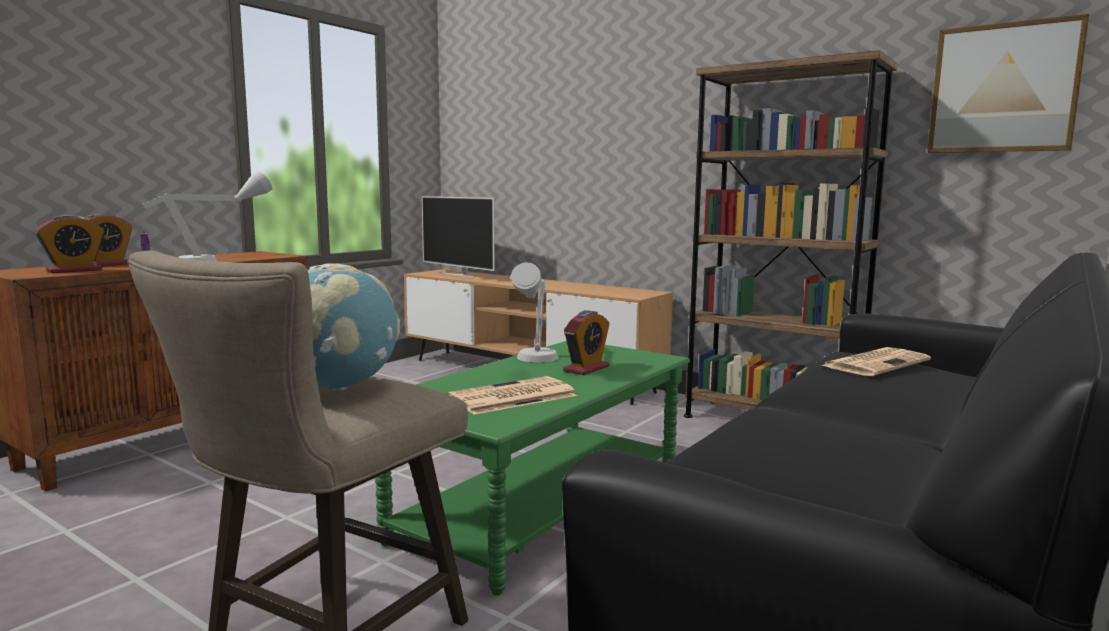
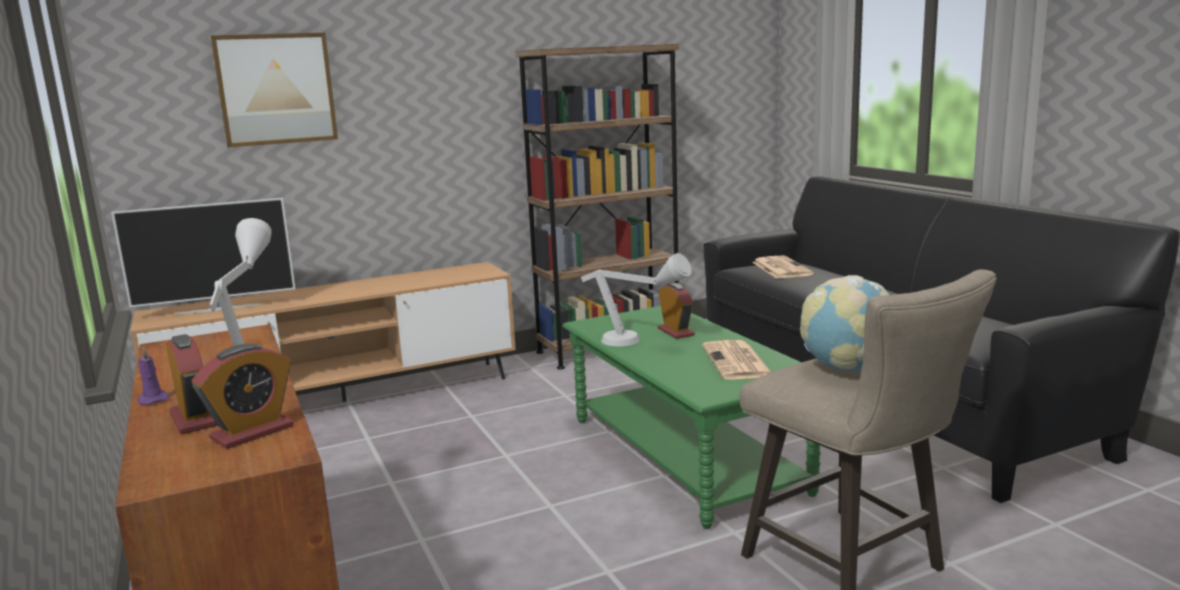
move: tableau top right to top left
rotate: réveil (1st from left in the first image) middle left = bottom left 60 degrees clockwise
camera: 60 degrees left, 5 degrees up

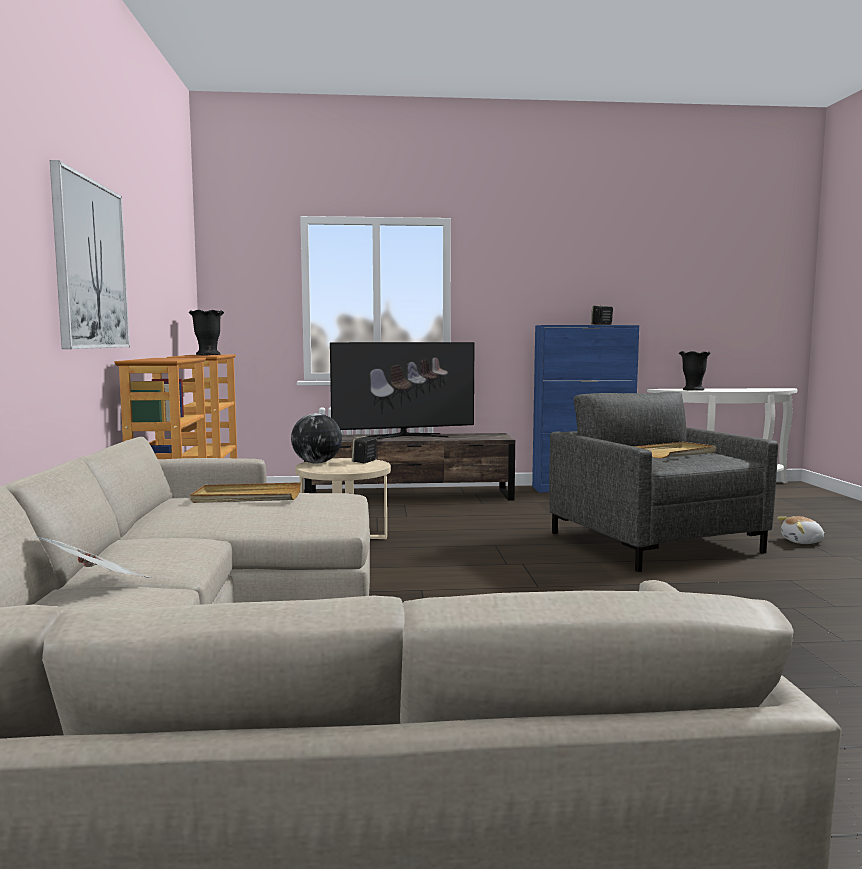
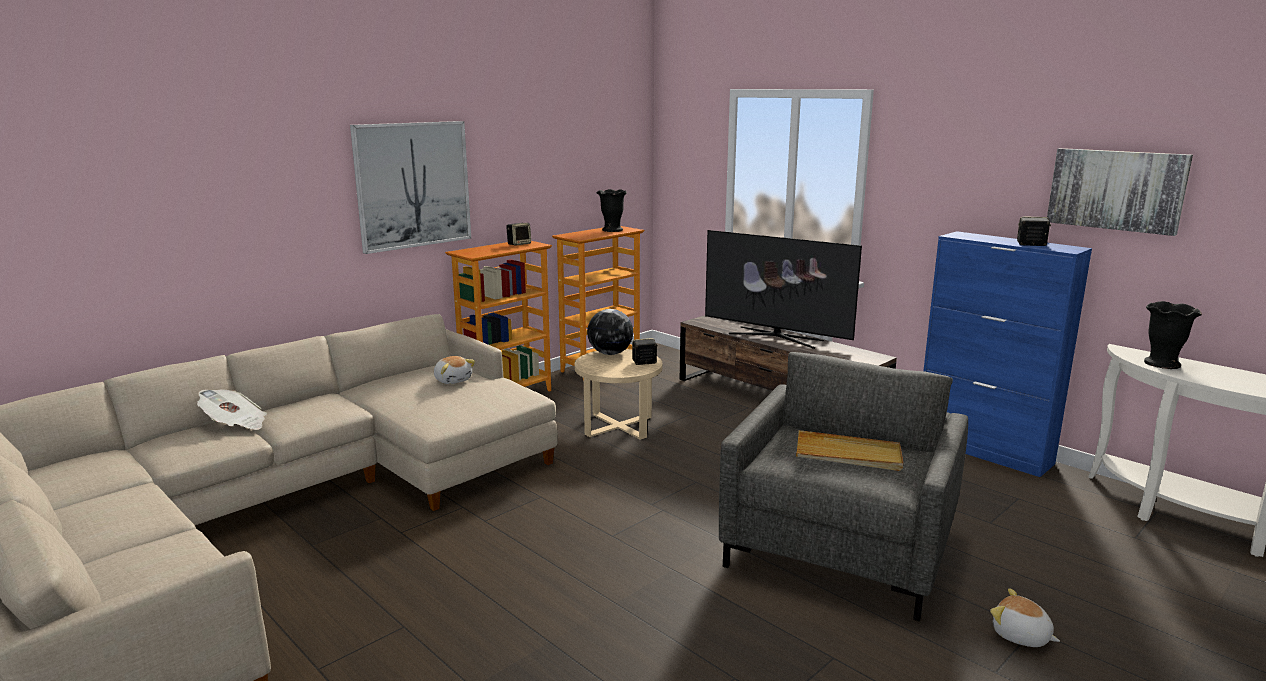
insert: enceinte (1st from left) centre; tableau (2nd from left) top right
replace: plateau/beige (1st from left) middle left to peluche (1st from left) centre
camera: 50 degrees right, 10 degrees up

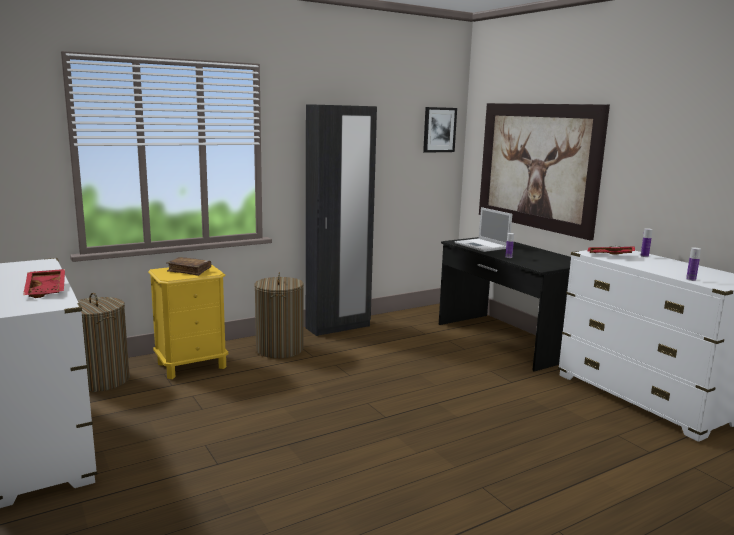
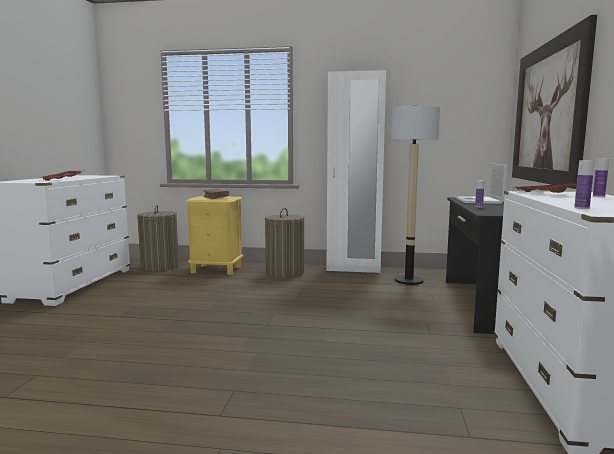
delete: tableau (1st from left) top centre
insert: lampadaire middle right
recolor: armoire/noir centre to armoire/blanc centre
camera: 40 degrees right, 5 degrees down

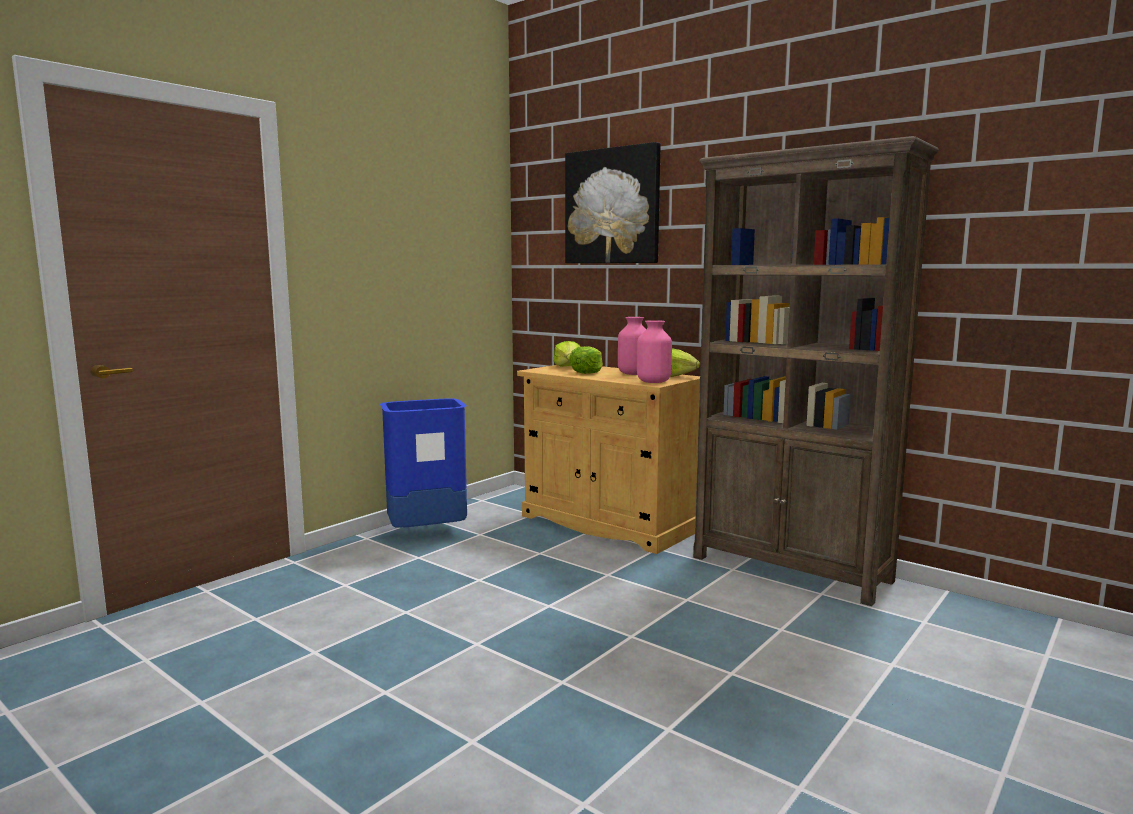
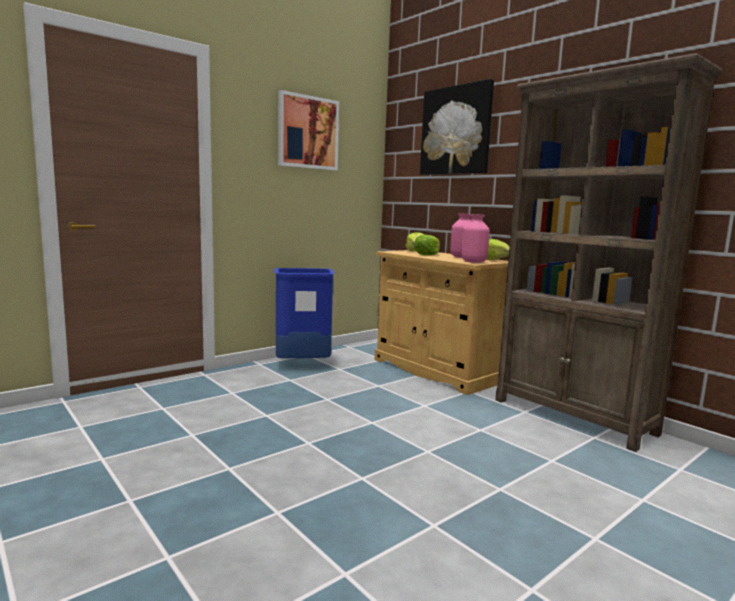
insert: tableau (1st from left) top centre
camera: 10 degrees right, 0 degrees up

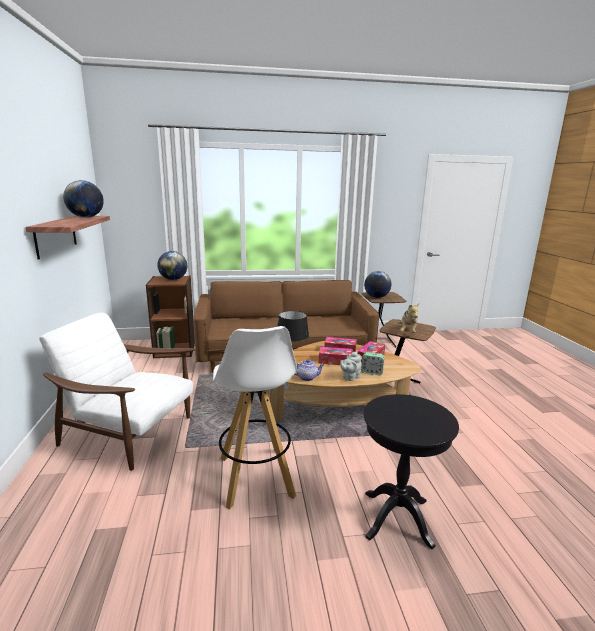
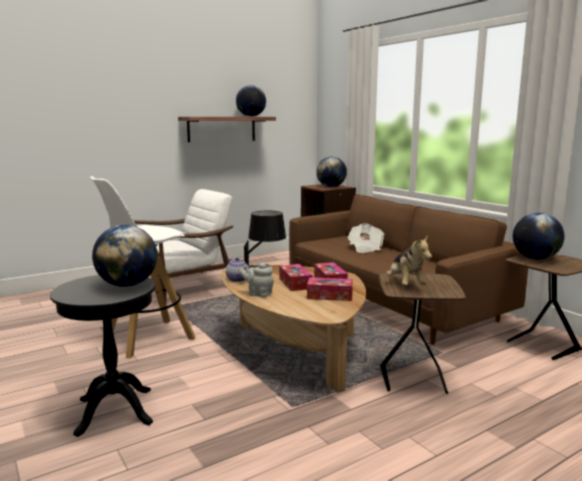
delete: réveil centre
insert: globe (1st from left) middle left; journal centre
rotate: fauteuil/blanc middle left = middle left 60 degrees clockwise; peluche middle right = middle right 90 degrees counterclockwise
camera: 65 degrees right, 5 degrees down

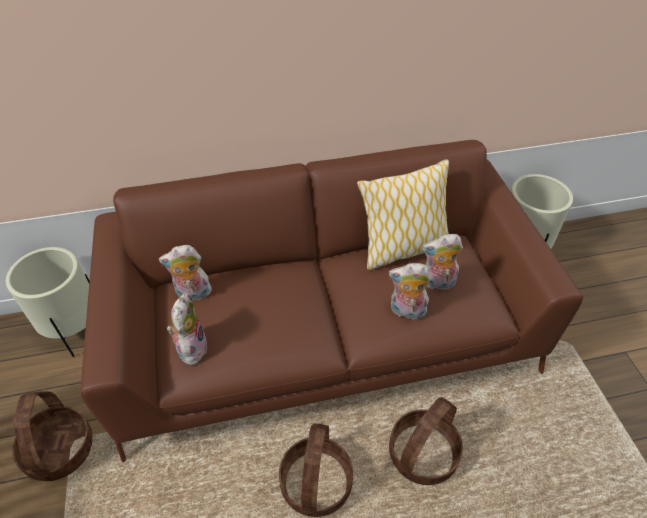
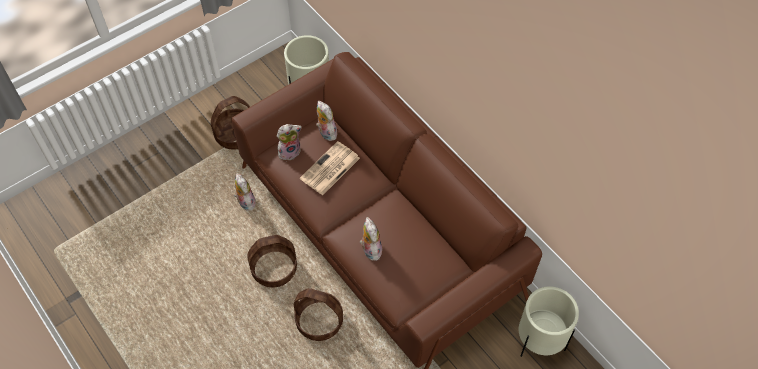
delete: coussin centre
insert: journal centre
move: peluche (4th from left in the first image) middle right to peluche (1st from left) middle left
camera: 65 degrees right, 10 degrees up

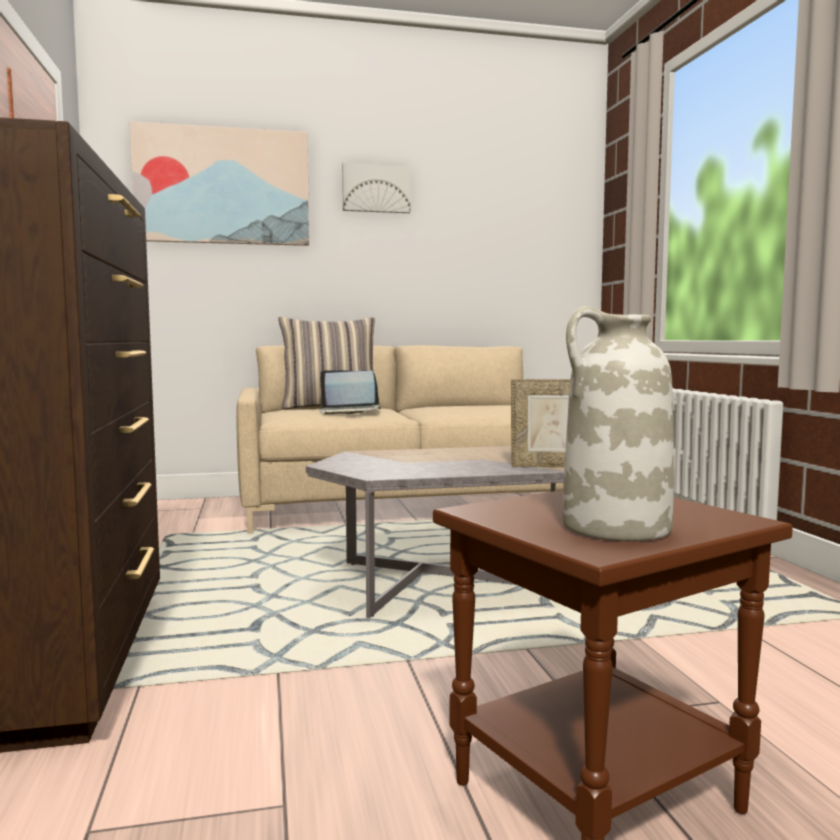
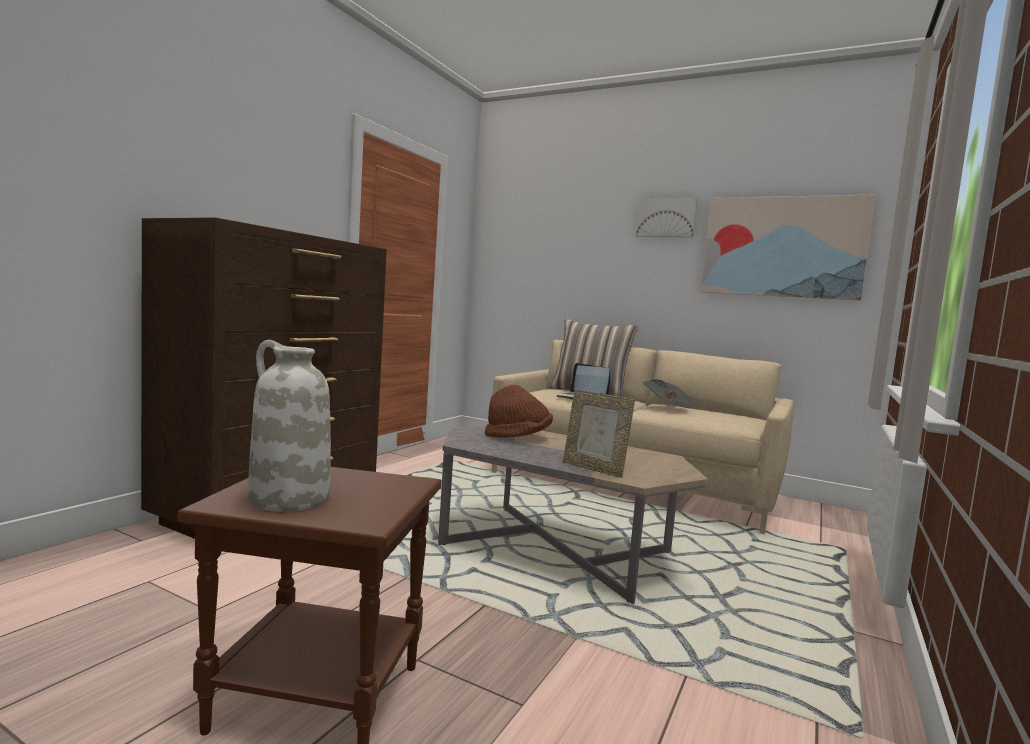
insert: chapeau/marron centre; journal centre
move: tableau (1st from left in the first image) top left to tableau (2nd from left) middle right
camera: 40 degrees right, 0 degrees up

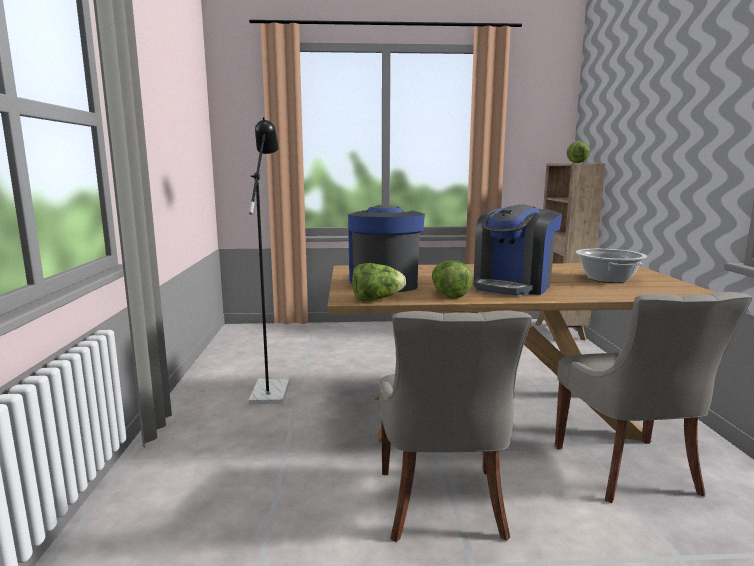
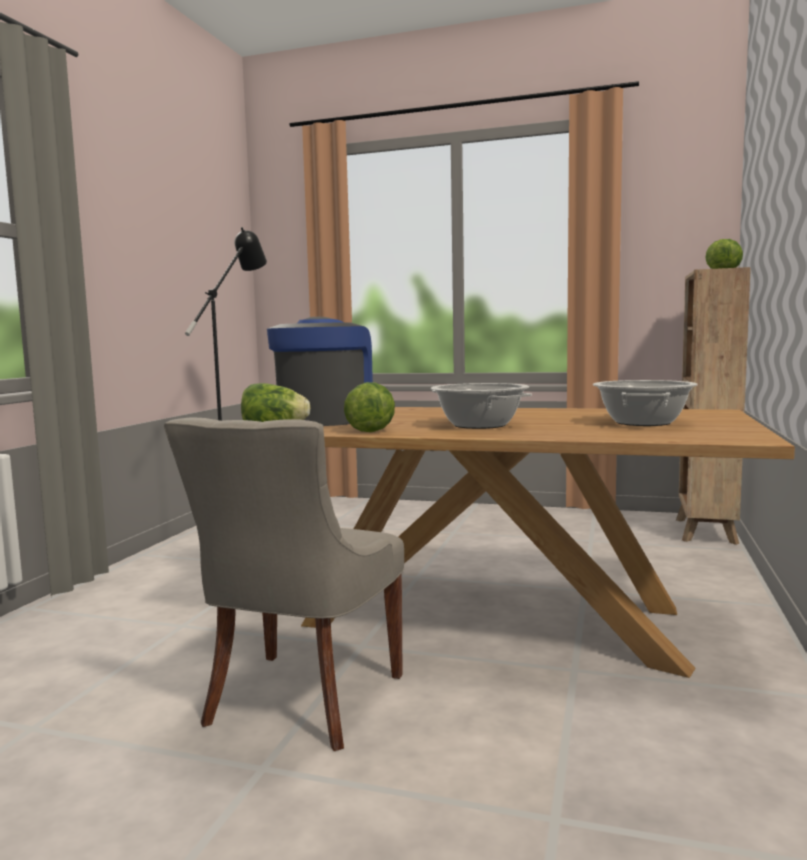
delete: chaise/gris (2nd from left) bottom right
replace: machine à café (2nd from left) middle right to marmite (1st from left) centre
camera: 20 degrees right, 5 degrees down

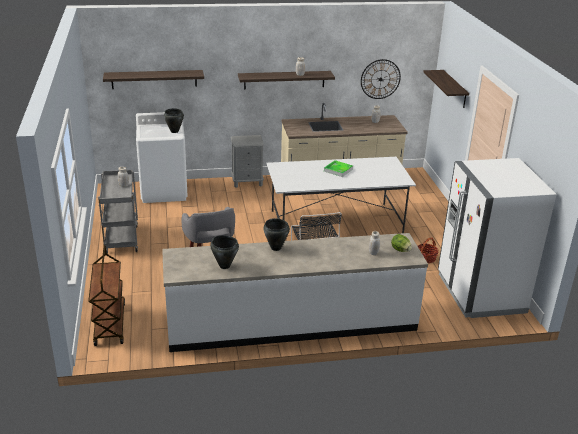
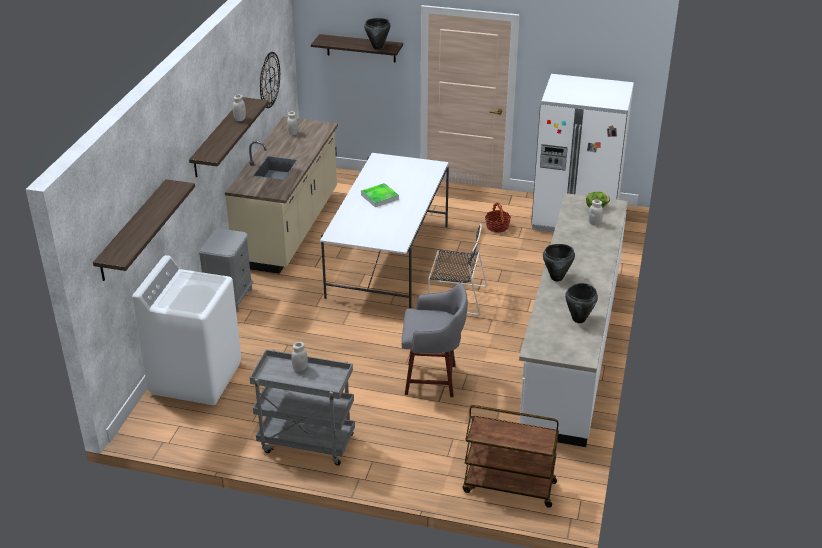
move: marmite/noir (1st from left) top left to top centre
camera: 65 degrees left, 5 degrees up

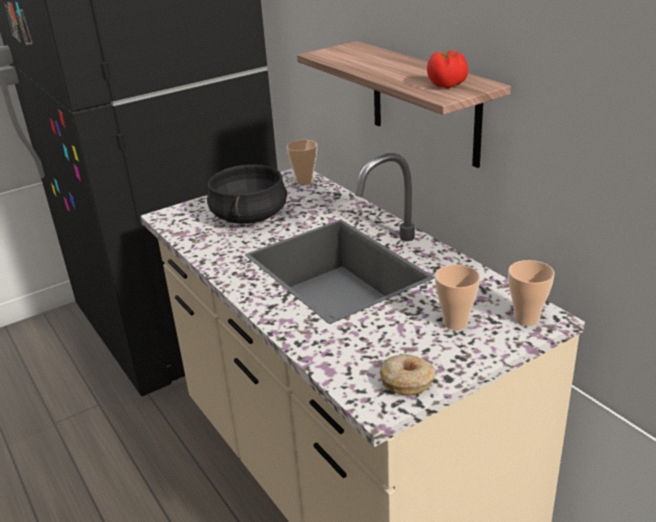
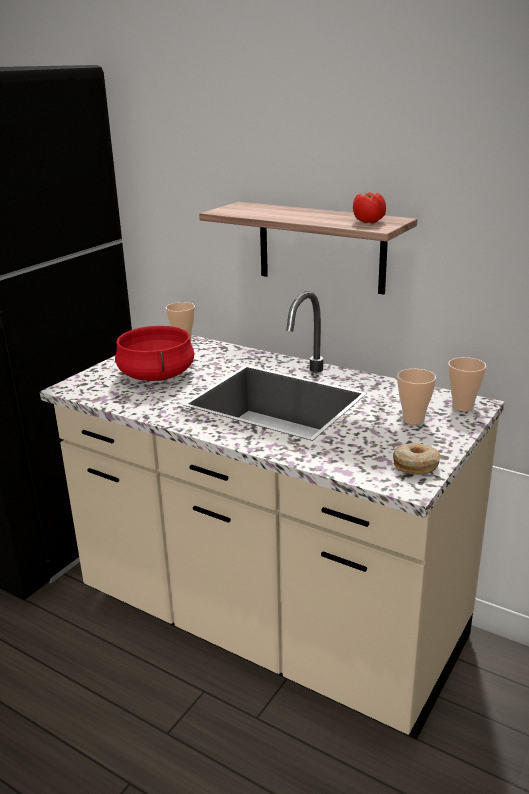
recolor: marmite/noir centre to marmite/rouge middle left
camera: 25 degrees left, 5 degrees down

